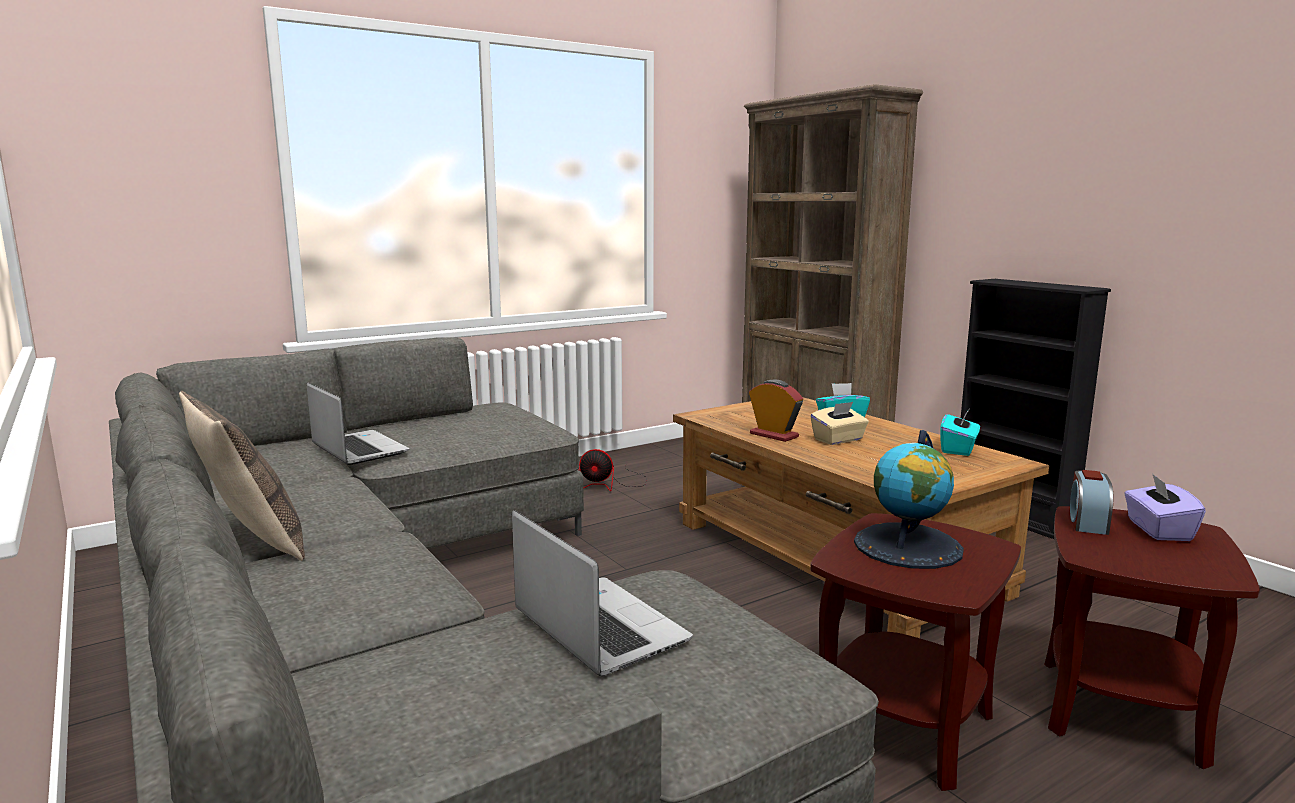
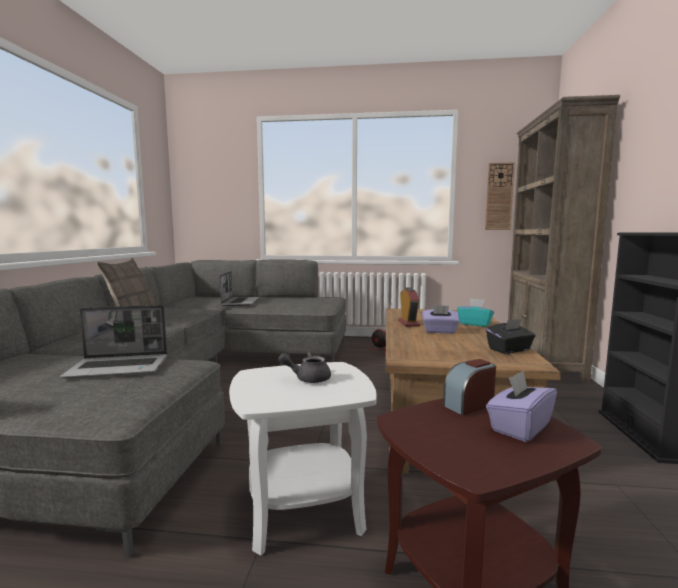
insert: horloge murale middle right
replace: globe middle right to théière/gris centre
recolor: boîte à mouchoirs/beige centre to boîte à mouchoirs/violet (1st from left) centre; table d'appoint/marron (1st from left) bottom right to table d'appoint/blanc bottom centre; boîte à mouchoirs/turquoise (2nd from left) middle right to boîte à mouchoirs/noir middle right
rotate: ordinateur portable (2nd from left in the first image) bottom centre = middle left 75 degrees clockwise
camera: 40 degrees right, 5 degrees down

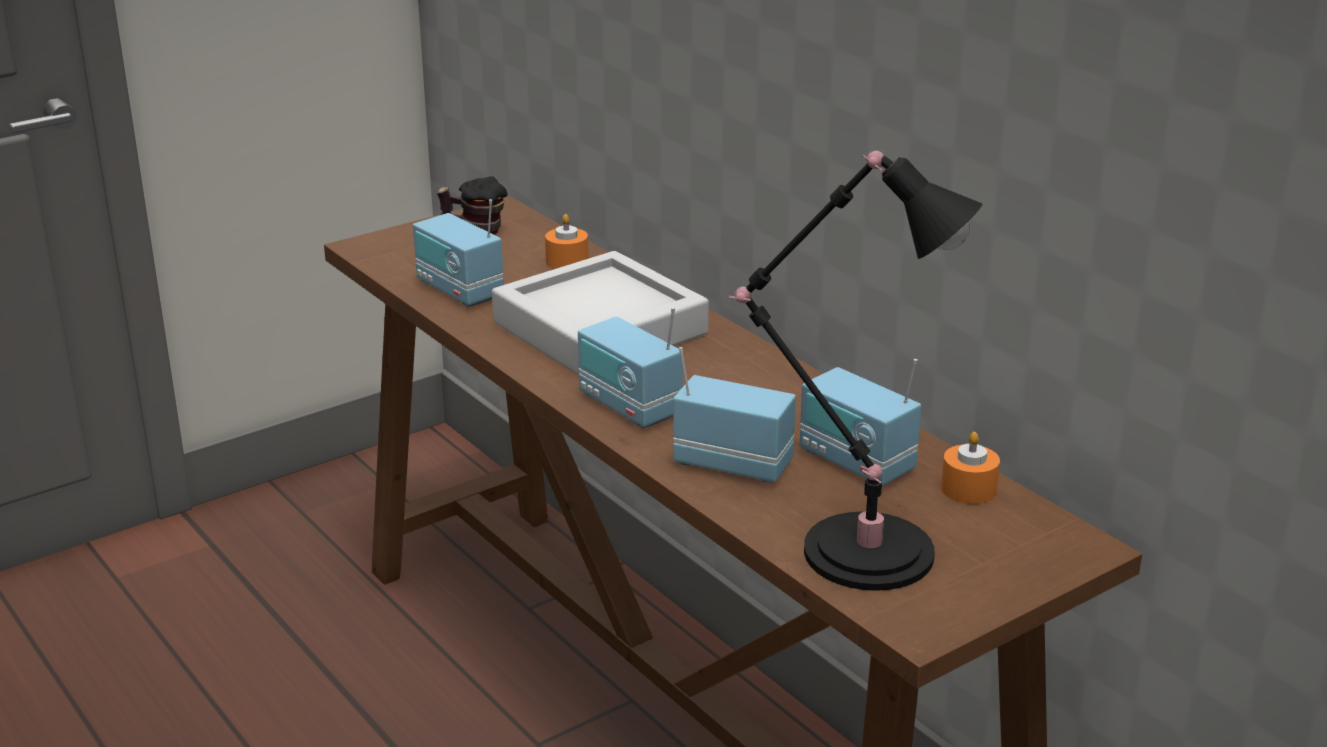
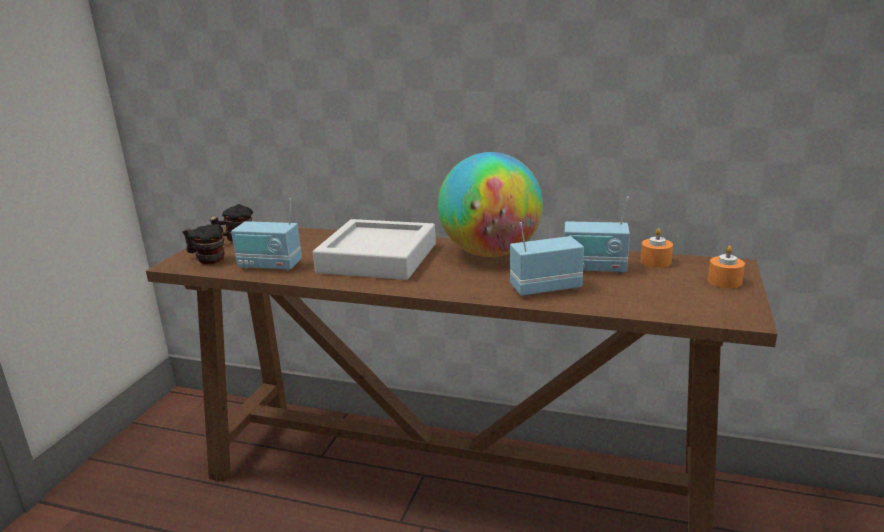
delete: radio (2nd from left) centre; lampe de table/noir centre
insert: mug (1st from left) middle left; globe centre
move: bougie/orange (1st from left in the first image) top centre to bougie/orange (2nd from left) middle right
camera: 35 degrees left, 5 degrees down

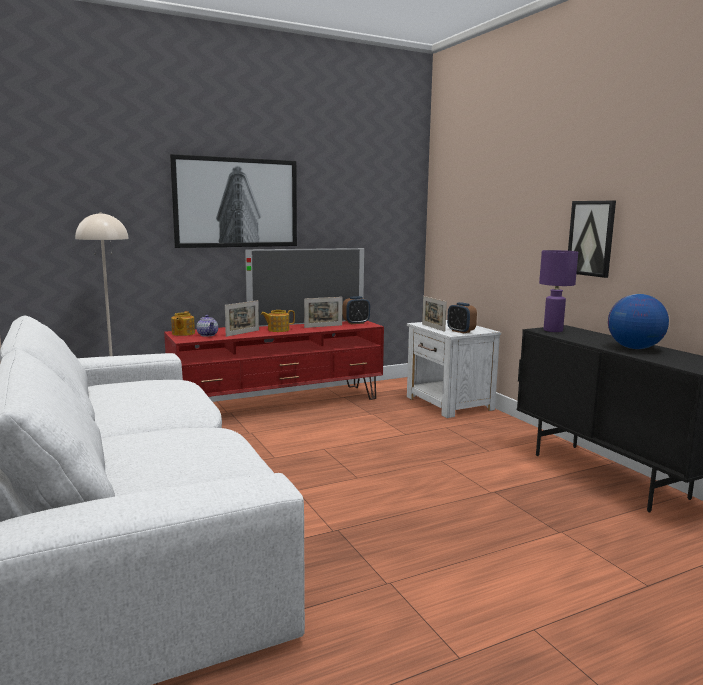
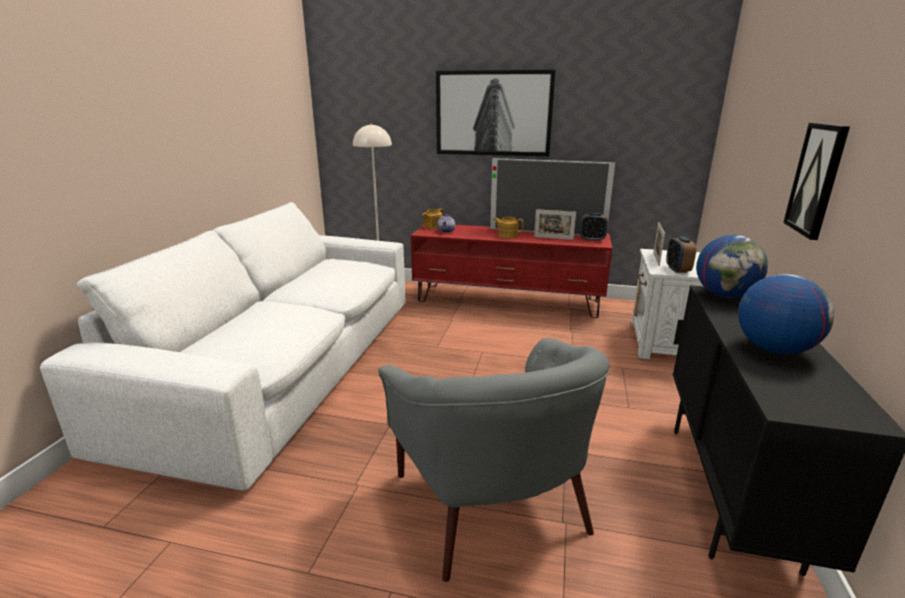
delete: cadre photo (1st from left) centre
insert: fauteuil/gris bottom centre
replace: lampe de table/violet middle right to globe (1st from left) middle right
camera: 40 degrees right, 10 degrees up

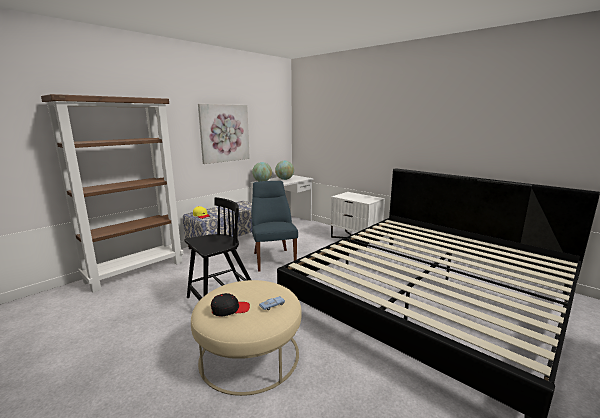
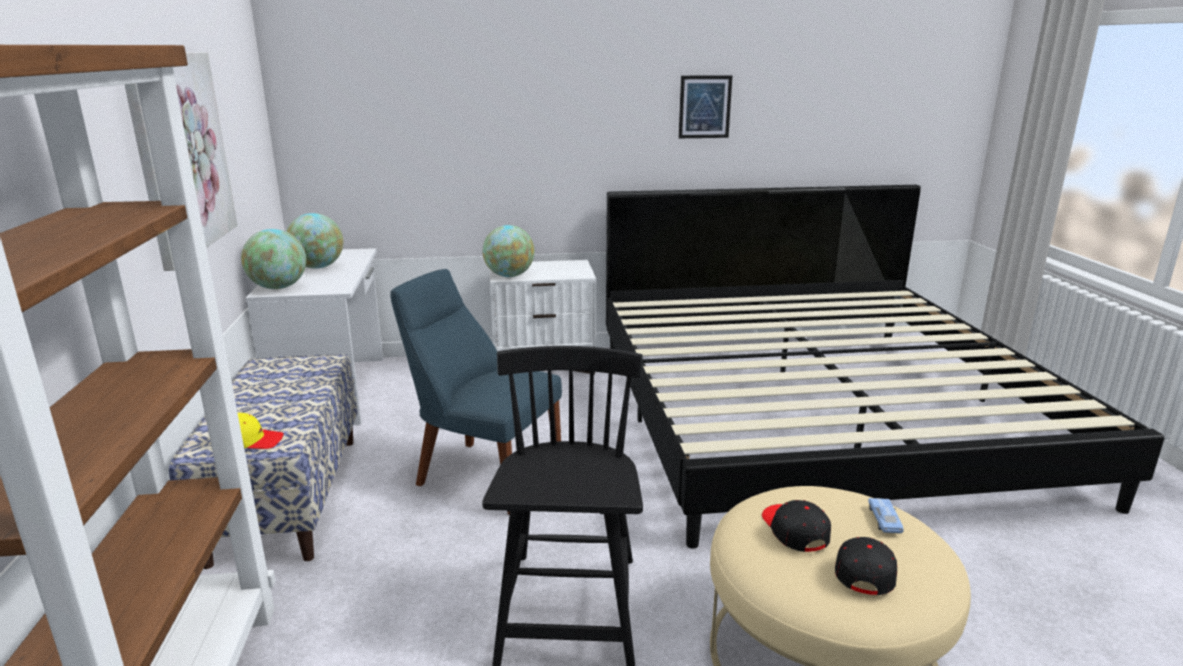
insert: globe (3rd from left) centre; tableau (2nd from left) top centre; casquette/noir (1st from left) bottom right
camera: 50 degrees left, 5 degrees up

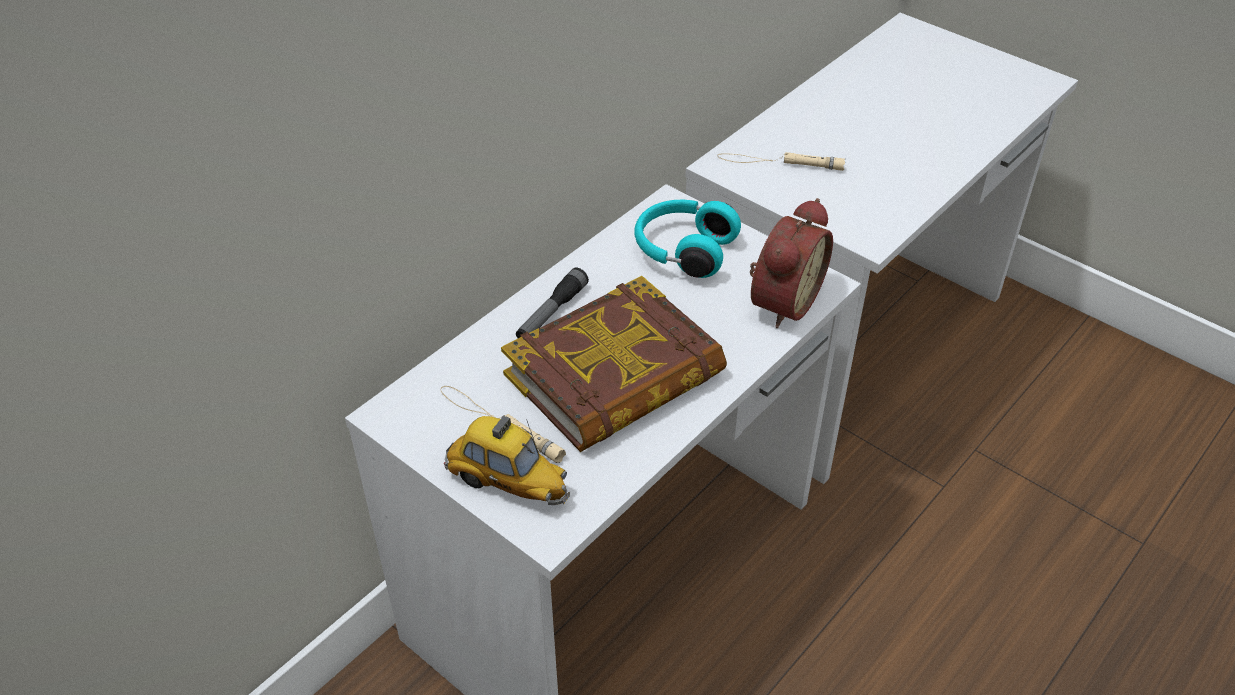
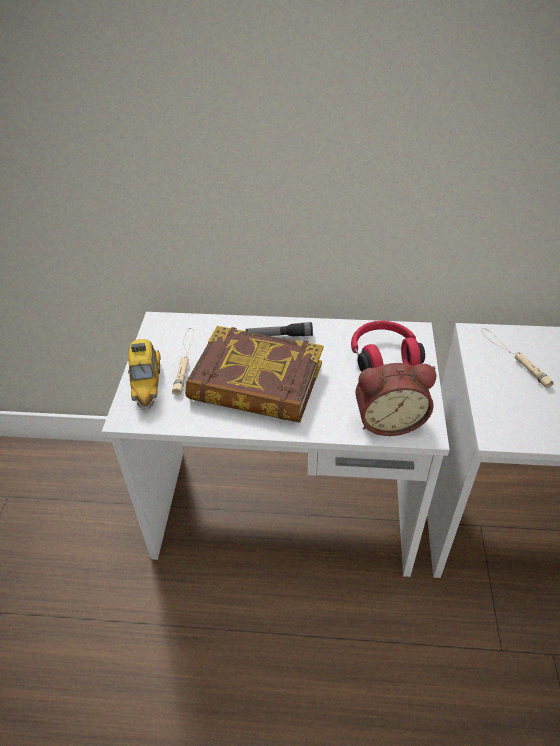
recolor: casque audio/turquoise centre to casque audio/rouge middle right
camera: 55 degrees right, 0 degrees up

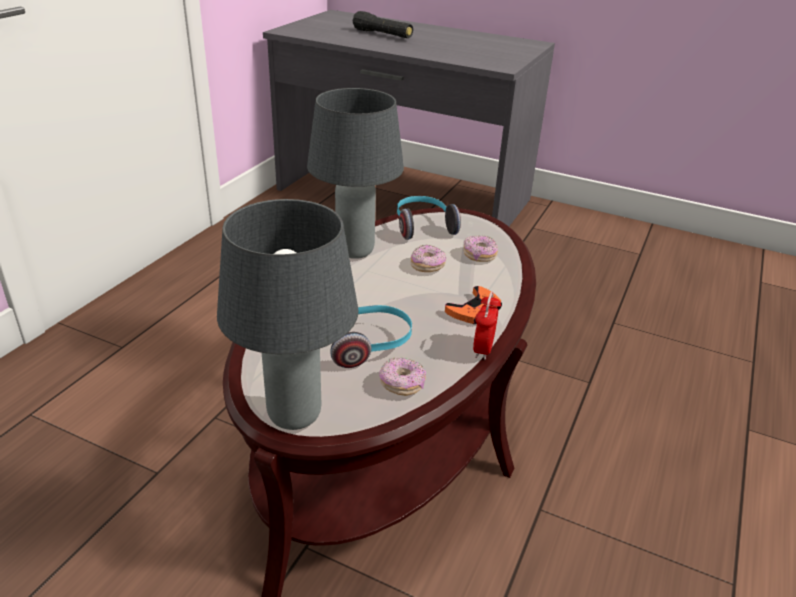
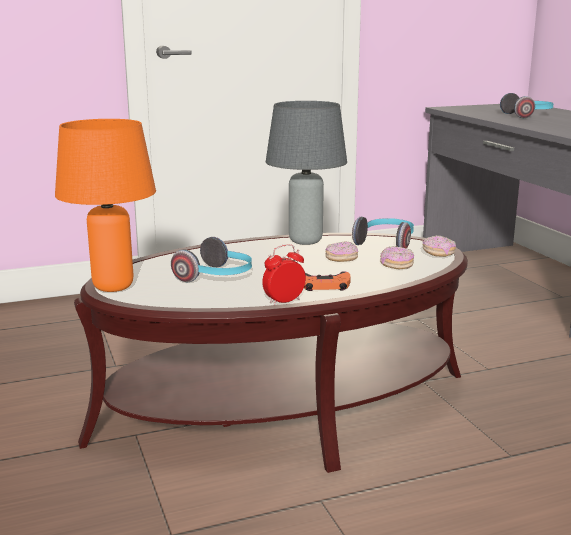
move: beignet (1st from left in the first image) centre to beignet (3rd from left) middle right
replace: lampe de poche/noir top centre to casque audio (3rd from left) top right
recolor: lampe de table/gris (1st from left) centre to lampe de table/orange middle left
camera: 45 degrees right, 15 degrees down

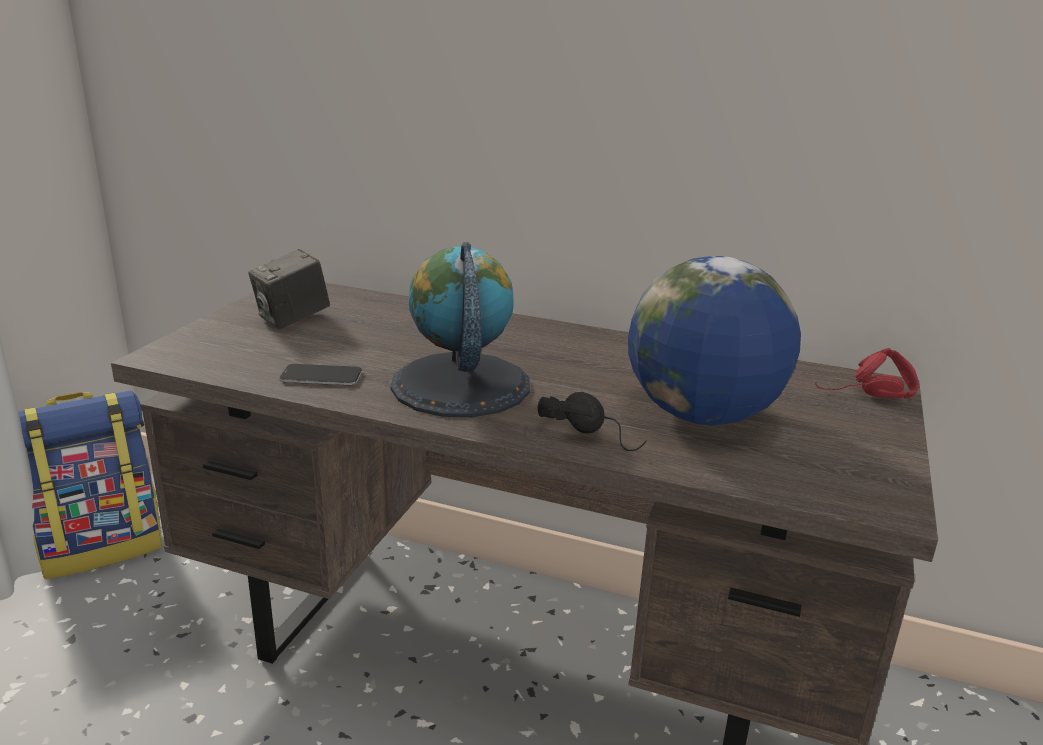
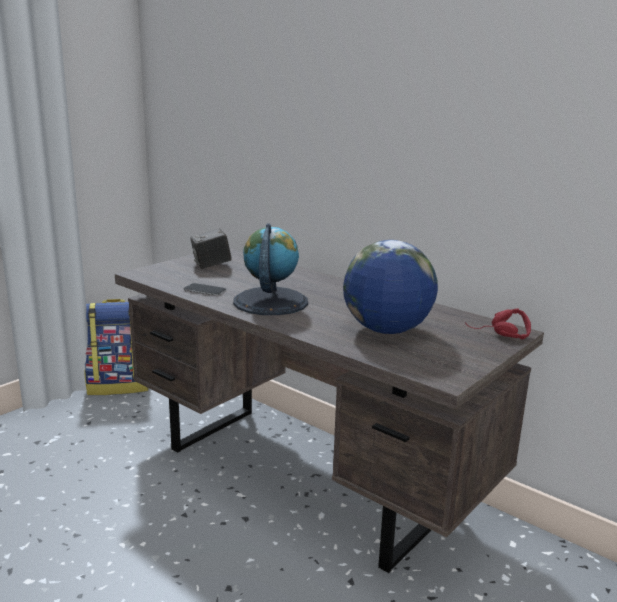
delete: casque audio/noir centre
camera: 20 degrees right, 5 degrees down

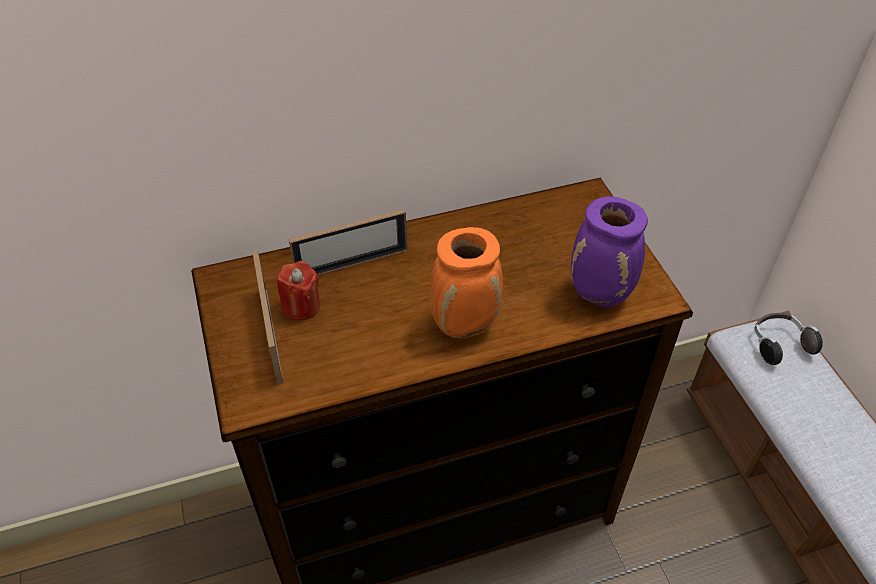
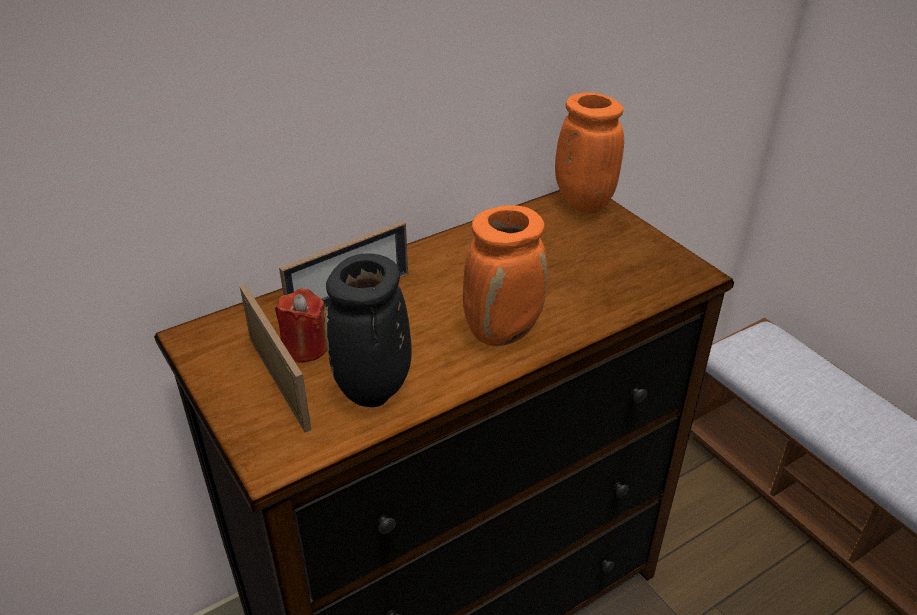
delete: vase/violet middle right; casque audio middle right
insert: vase/noir centre; vase/orange (2nd from left) top centre
camera: 15 degrees left, 10 degrees down

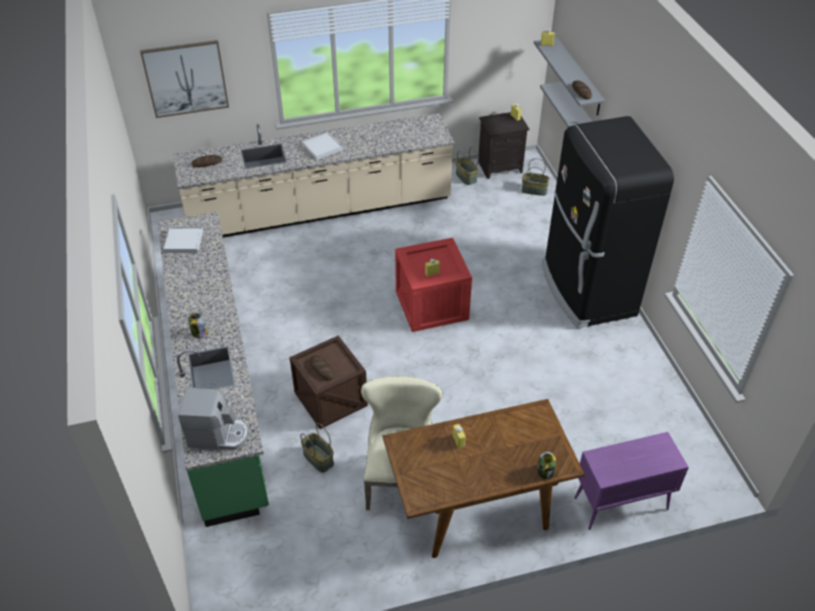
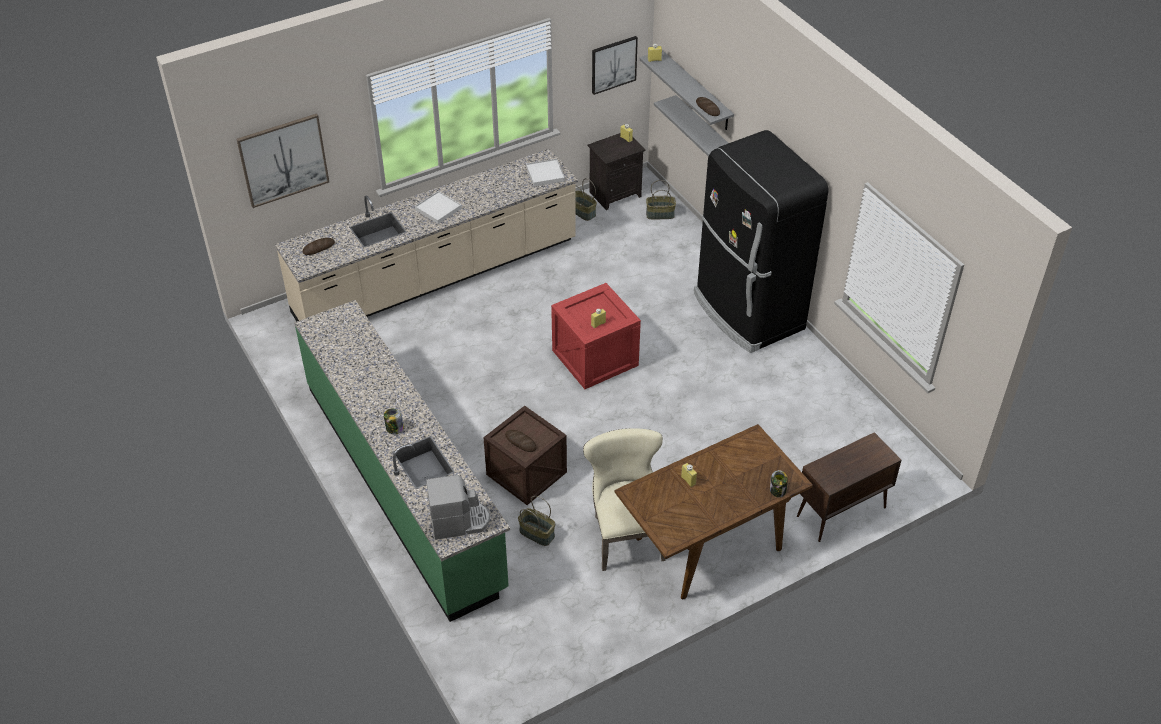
insert: tableau (2nd from left) top centre
move: plateau/blanc (1st from left in the first image) middle left to plateau/blanc (2nd from left) top centre
recolor: meuble de rangement/violet bottom right to meuble de rangement/marron bottom right
camera: 15 degrees left, 0 degrees up

